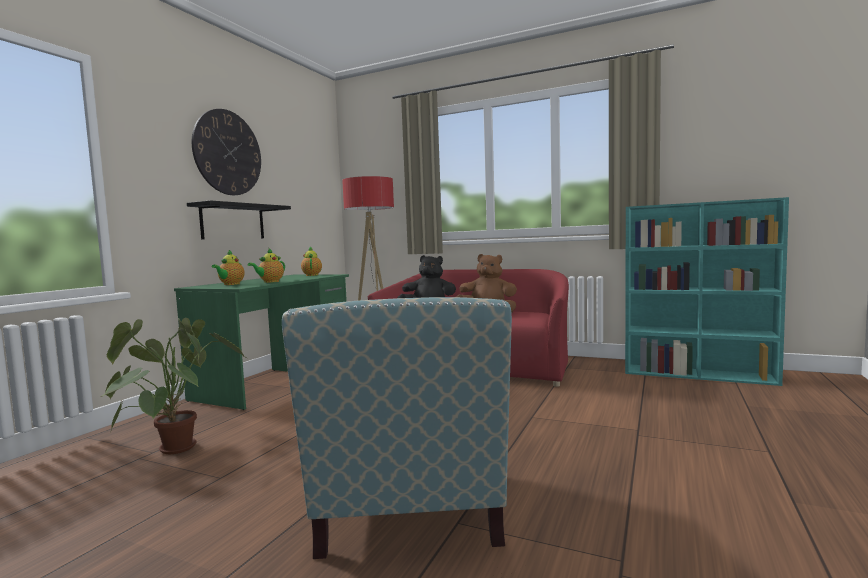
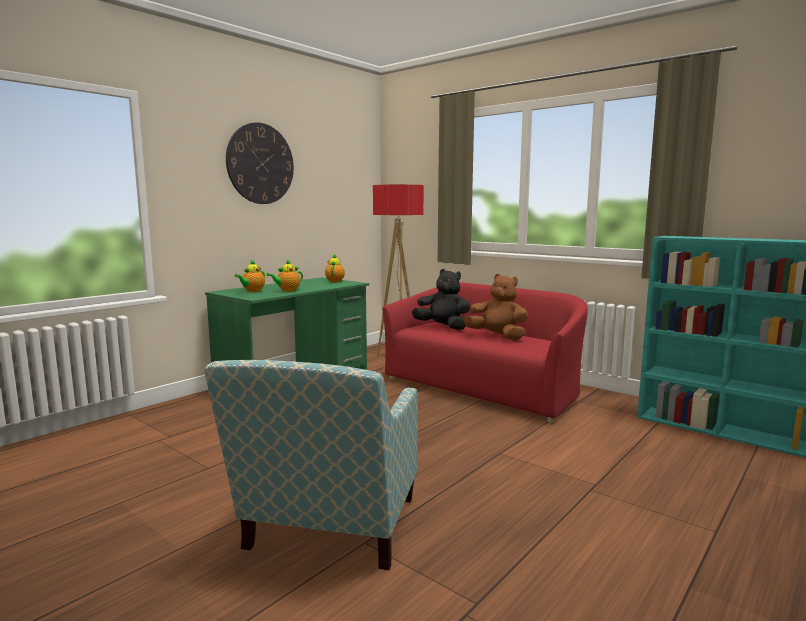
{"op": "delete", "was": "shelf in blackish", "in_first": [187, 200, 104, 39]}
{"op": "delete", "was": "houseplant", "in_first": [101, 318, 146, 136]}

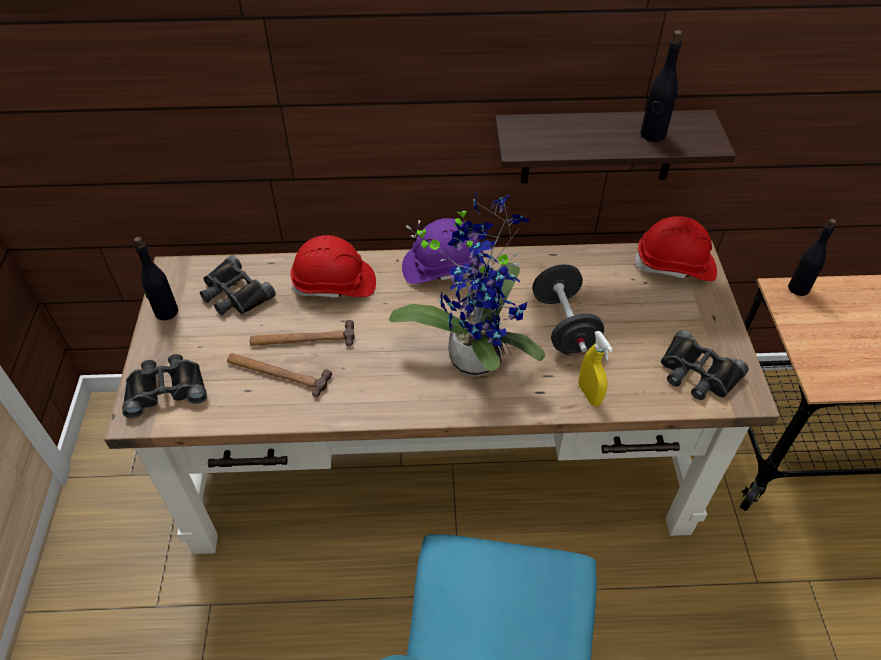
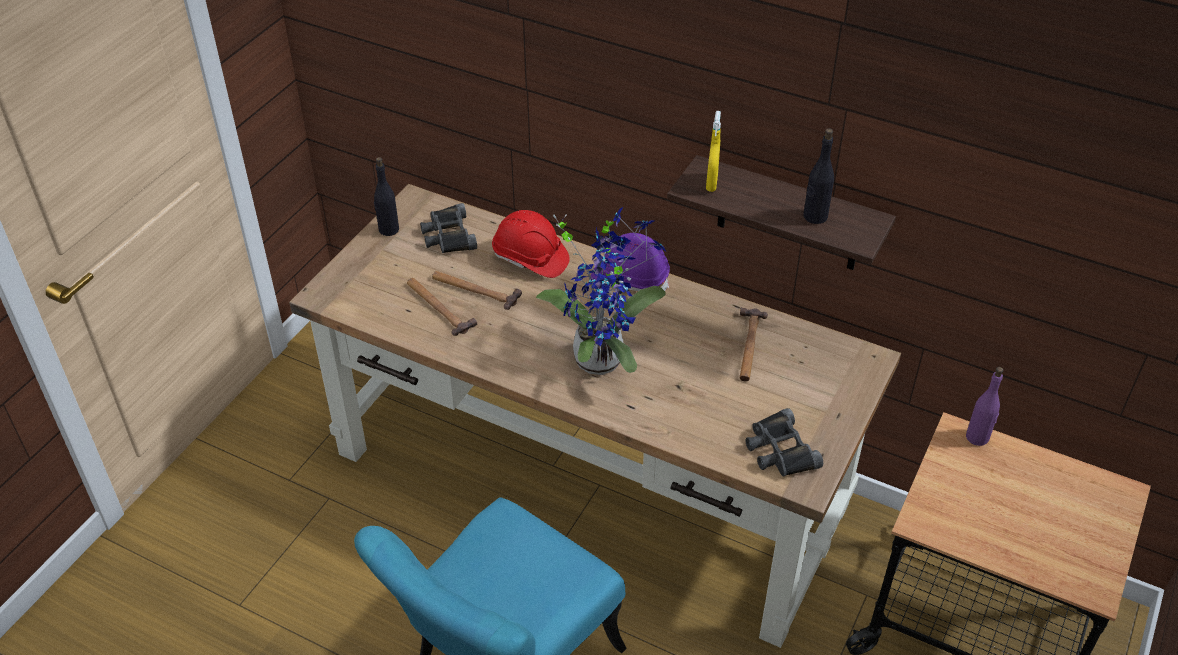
{"op": "delete", "was": "hard hat in reddish", "in_first": [633, 216, 84, 65]}
{"op": "recolor", "was": "drink bottle in blackish", "now": "drink bottle in purple-coloured", "in_first": [788, 219, 48, 77], "in_second": [966, 367, 37, 79]}
{"op": "delete", "was": "dumbbell in blackish", "in_first": [532, 264, 72, 89]}
{"op": "move", "was": "hand sprayer in yellow", "in_first": [579, 331, 34, 76], "in_second": [706, 111, 15, 81]}
{"op": "delete", "was": "field glasses in blackish", "in_first": [122, 354, 85, 64]}
{"op": "insert", "now": "hammer", "in_second": [740, 308, 28, 74]}

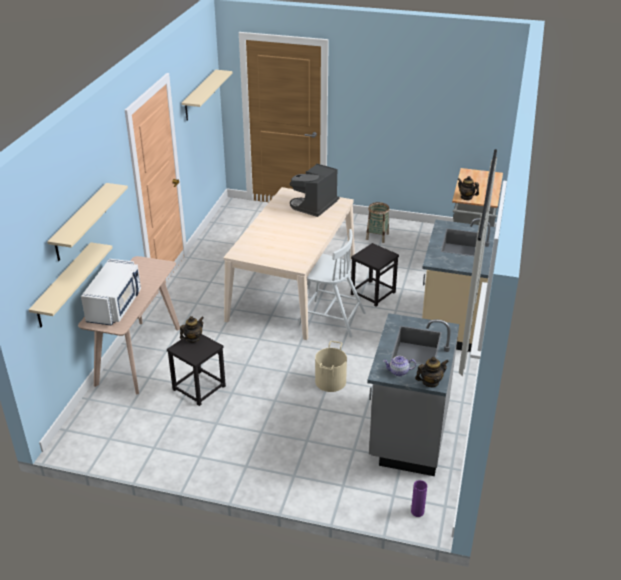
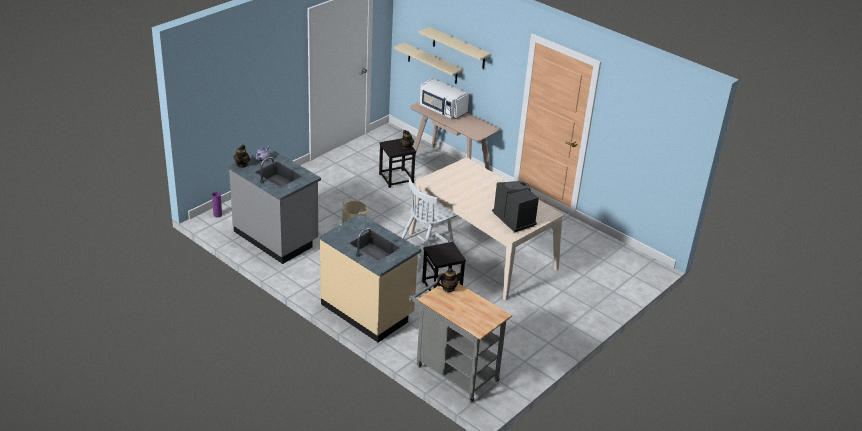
{"op": "delete", "was": "shelf in beige-coloured", "in_first": [182, 70, 50, 51]}
{"op": "delete", "was": "household basket", "in_first": [366, 202, 24, 41]}

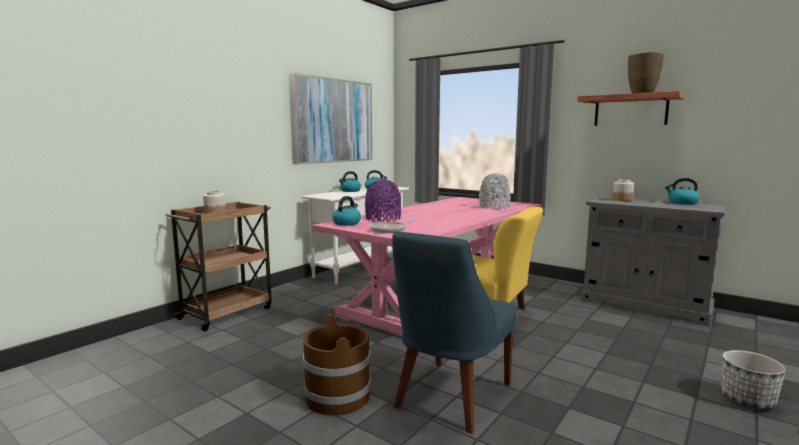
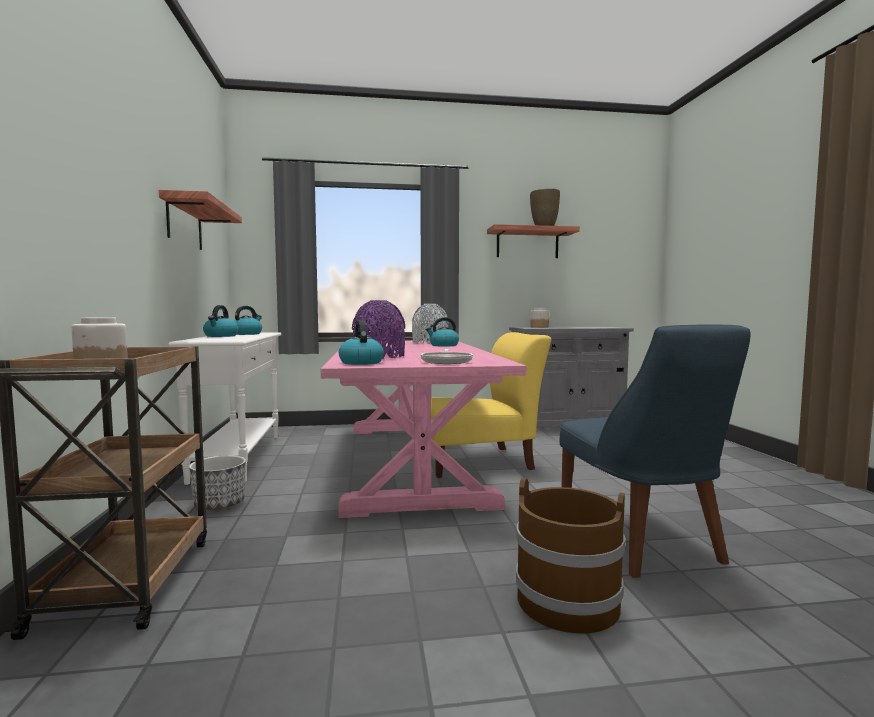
{"op": "replace", "was": "wall art", "now": "shelf", "in_first": [289, 73, 83, 91], "in_second": [159, 190, 83, 60]}
{"op": "move", "was": "tea kettle", "in_first": [665, 178, 35, 27], "in_second": [426, 317, 33, 29]}
{"op": "move", "was": "flower pot", "in_first": [721, 350, 65, 59], "in_second": [189, 455, 57, 56]}

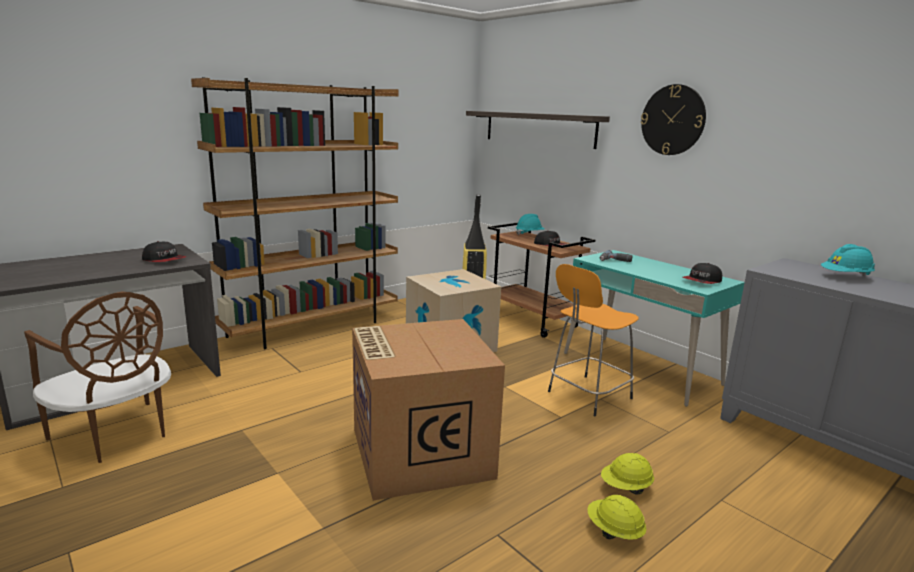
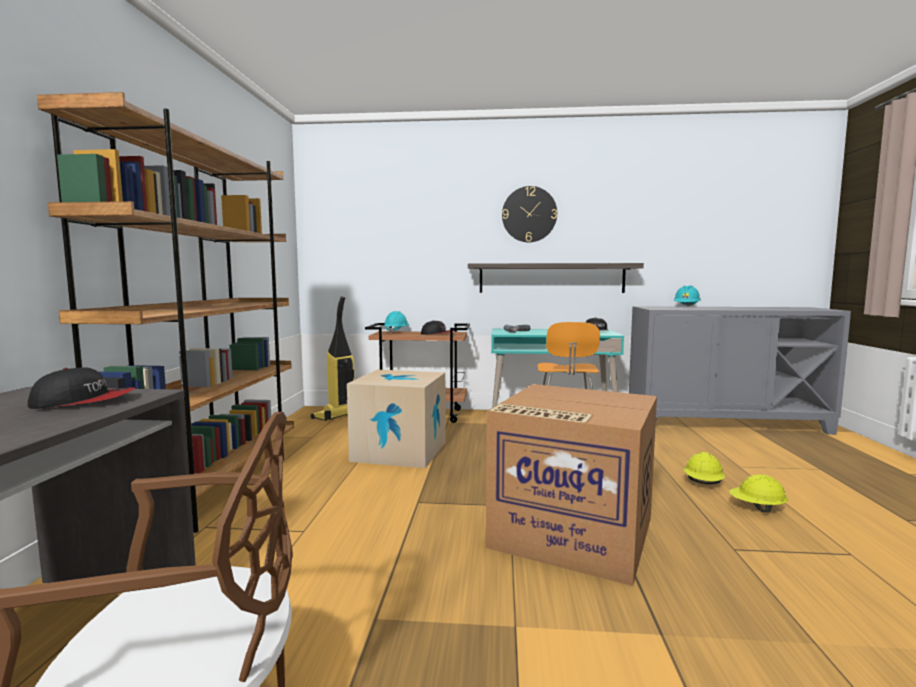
{"op": "move", "was": "shelf", "in_first": [466, 111, 144, 38], "in_second": [468, 263, 176, 30]}

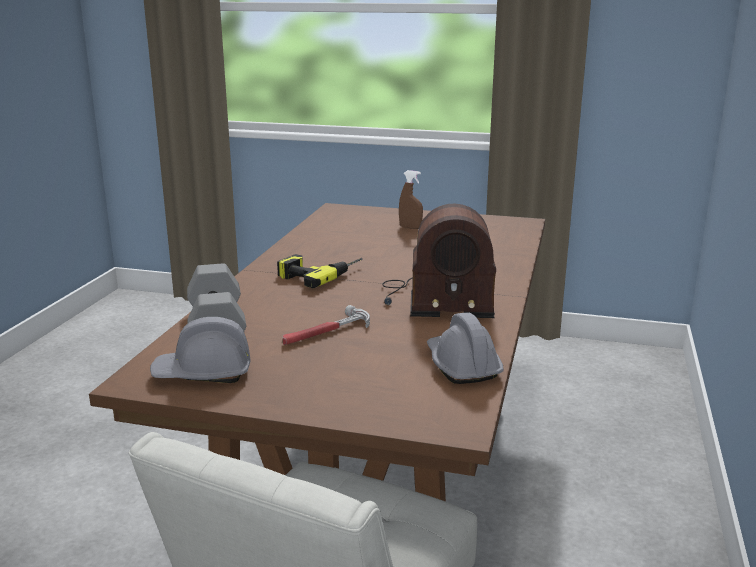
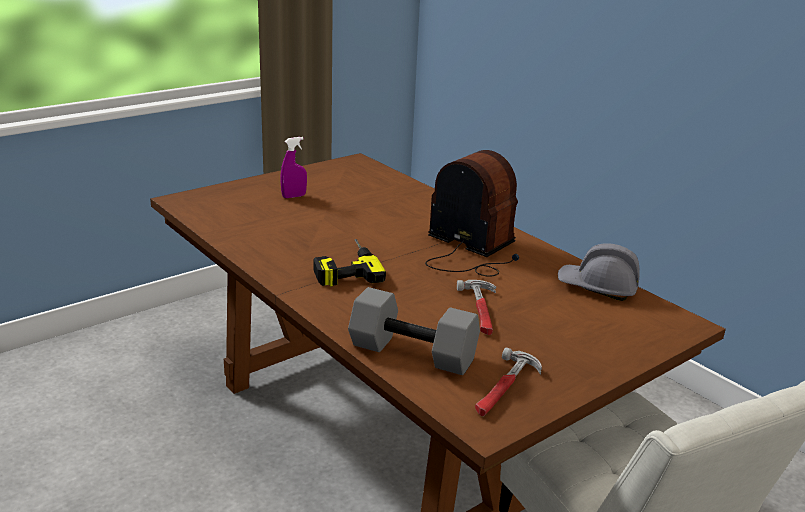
{"op": "recolor", "was": "hand sprayer in brown-coloured", "now": "hand sprayer in purple-coloured", "in_first": [399, 170, 24, 59], "in_second": [280, 137, 27, 61]}
{"op": "rotate", "was": "radio set", "in_first": [382, 204, 114, 114], "in_second": [425, 150, 94, 127], "clockwise": -90}
{"op": "replace", "was": "hard hat in greyish", "now": "hammer", "in_first": [150, 317, 101, 66], "in_second": [475, 347, 67, 69]}

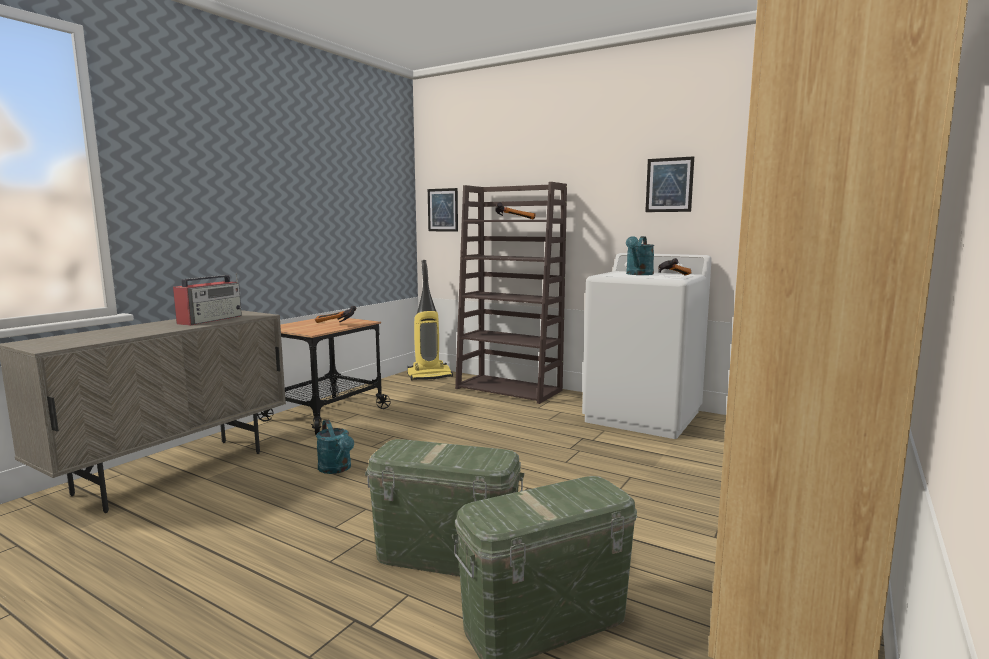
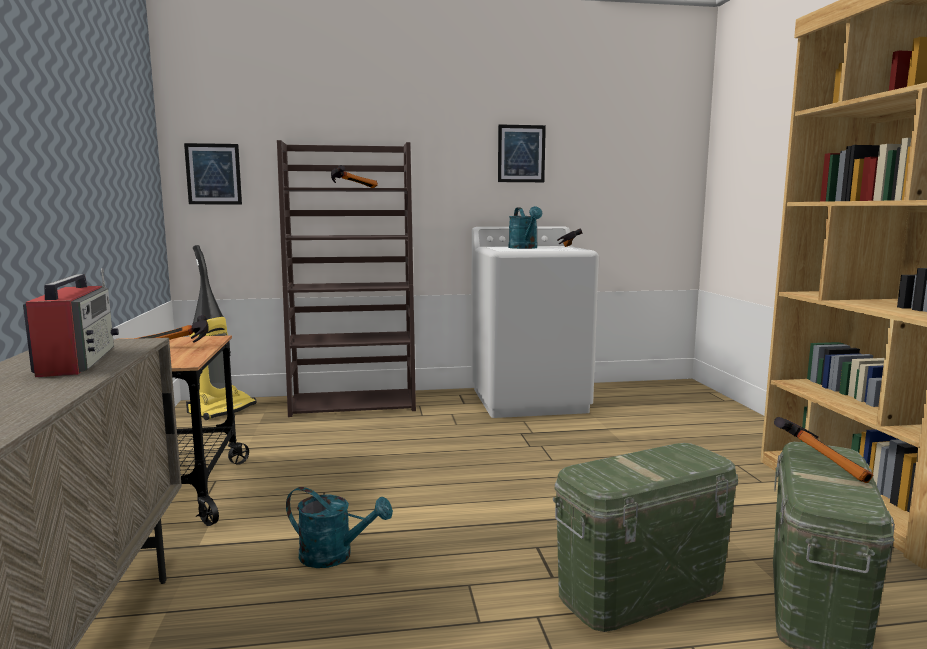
{"op": "insert", "now": "hammer", "in_second": [774, 417, 99, 66]}

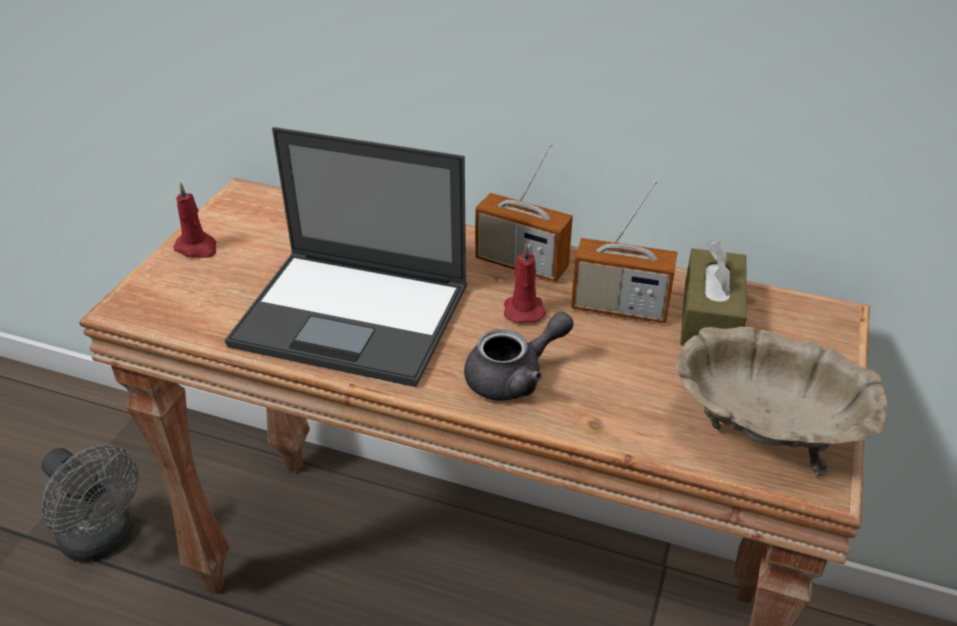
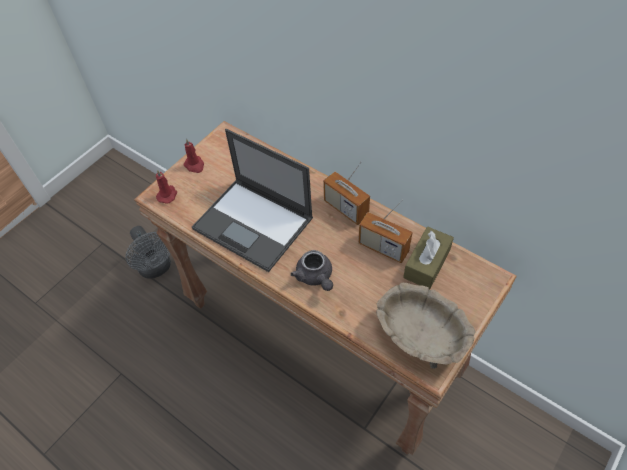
{"op": "move", "was": "wax candle in reddish", "in_first": [504, 243, 42, 80], "in_second": [156, 170, 21, 34]}
{"op": "rotate", "was": "tea pot in greyish", "in_first": [464, 311, 110, 90], "in_second": [291, 250, 42, 41], "clockwise": 75}

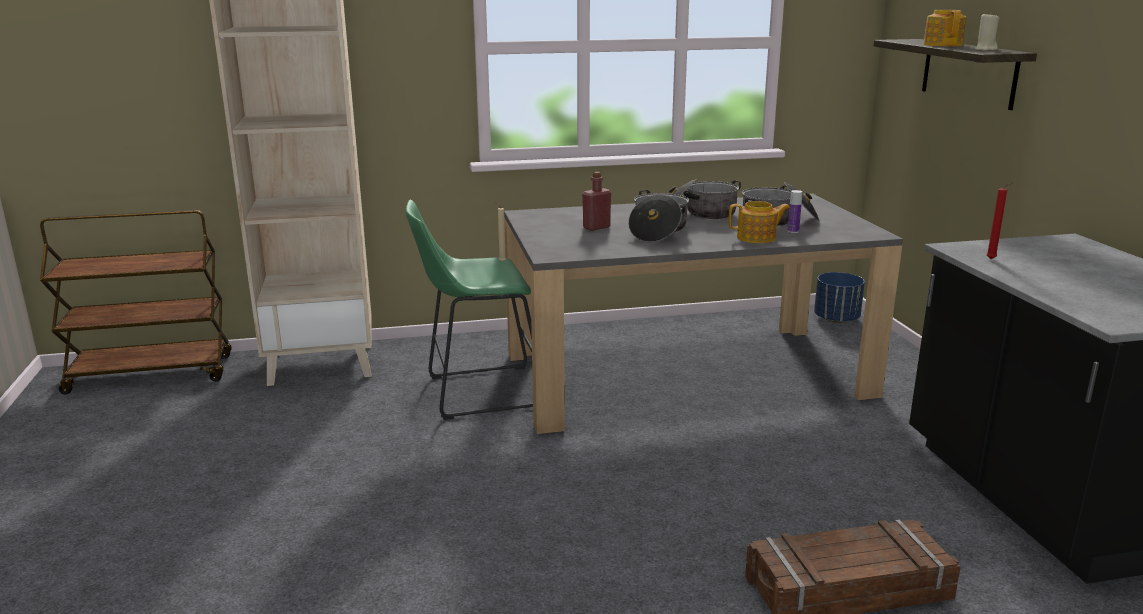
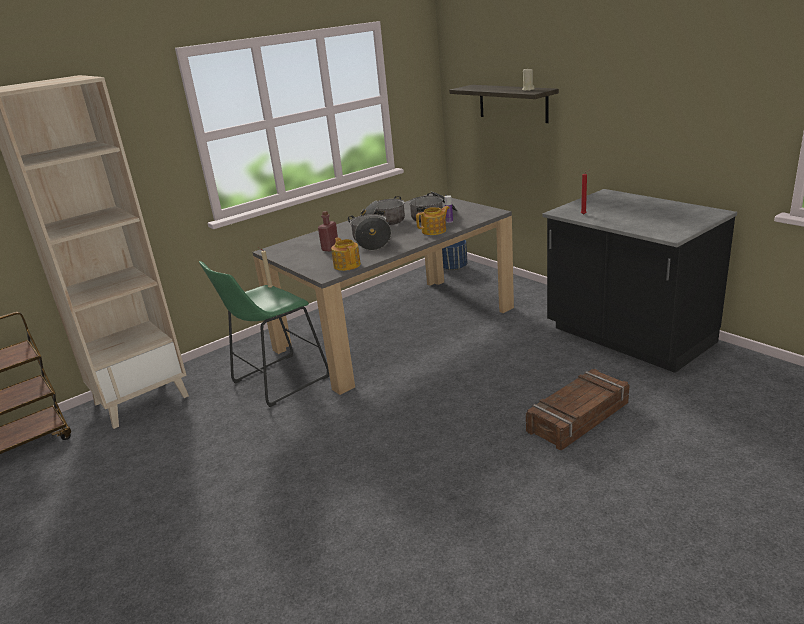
{"op": "move", "was": "tea pot", "in_first": [923, 10, 44, 36], "in_second": [331, 237, 30, 34]}

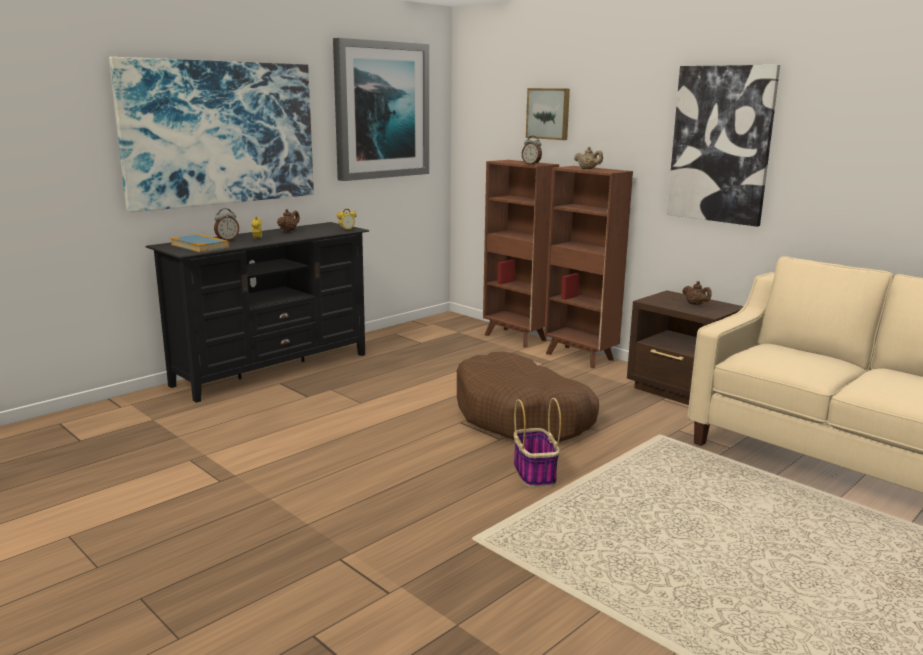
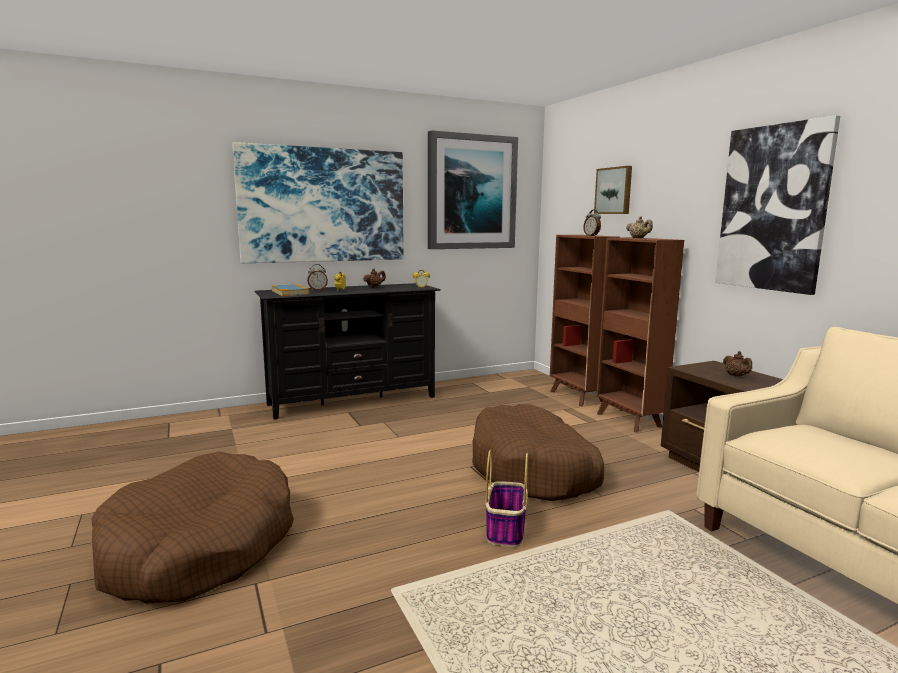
{"op": "insert", "now": "dog bed in brown-coloured", "in_second": [91, 452, 203, 152]}

